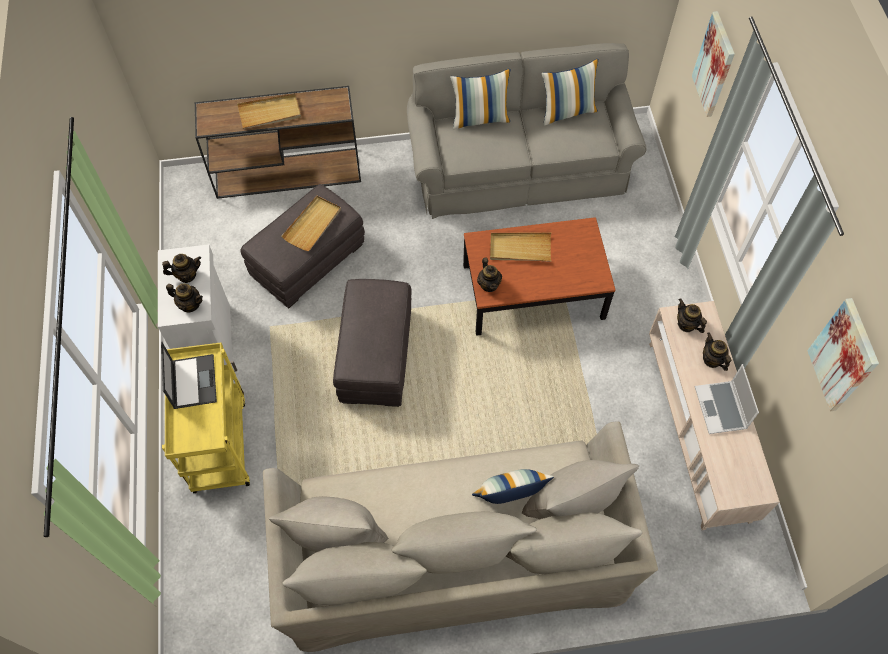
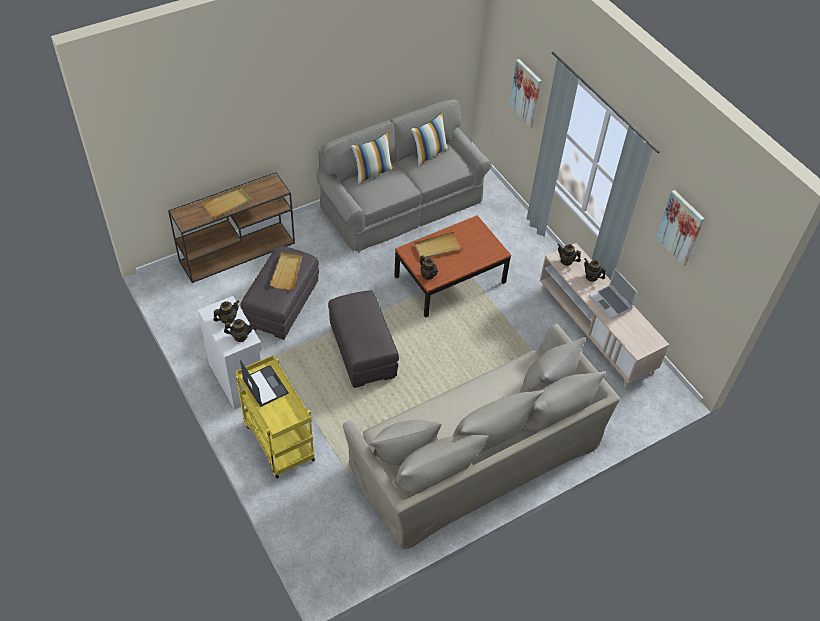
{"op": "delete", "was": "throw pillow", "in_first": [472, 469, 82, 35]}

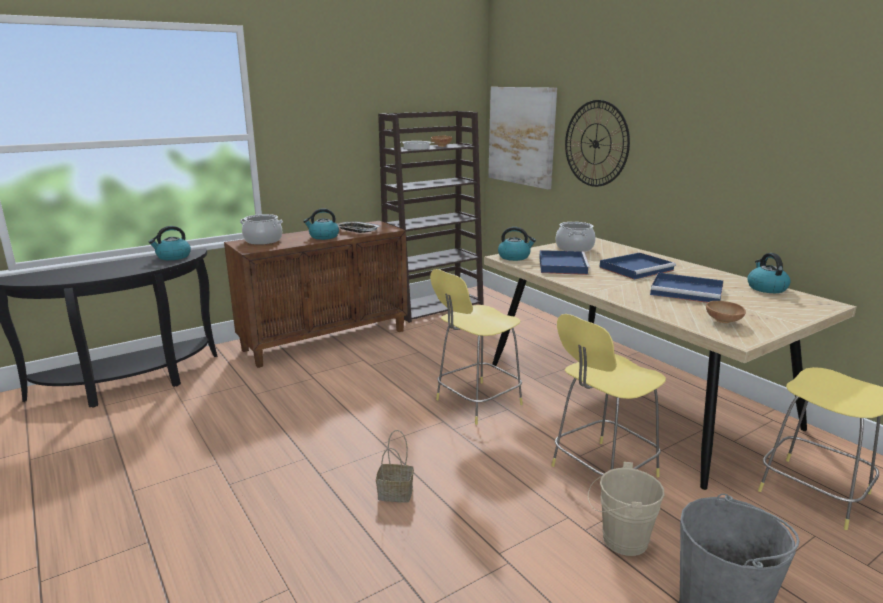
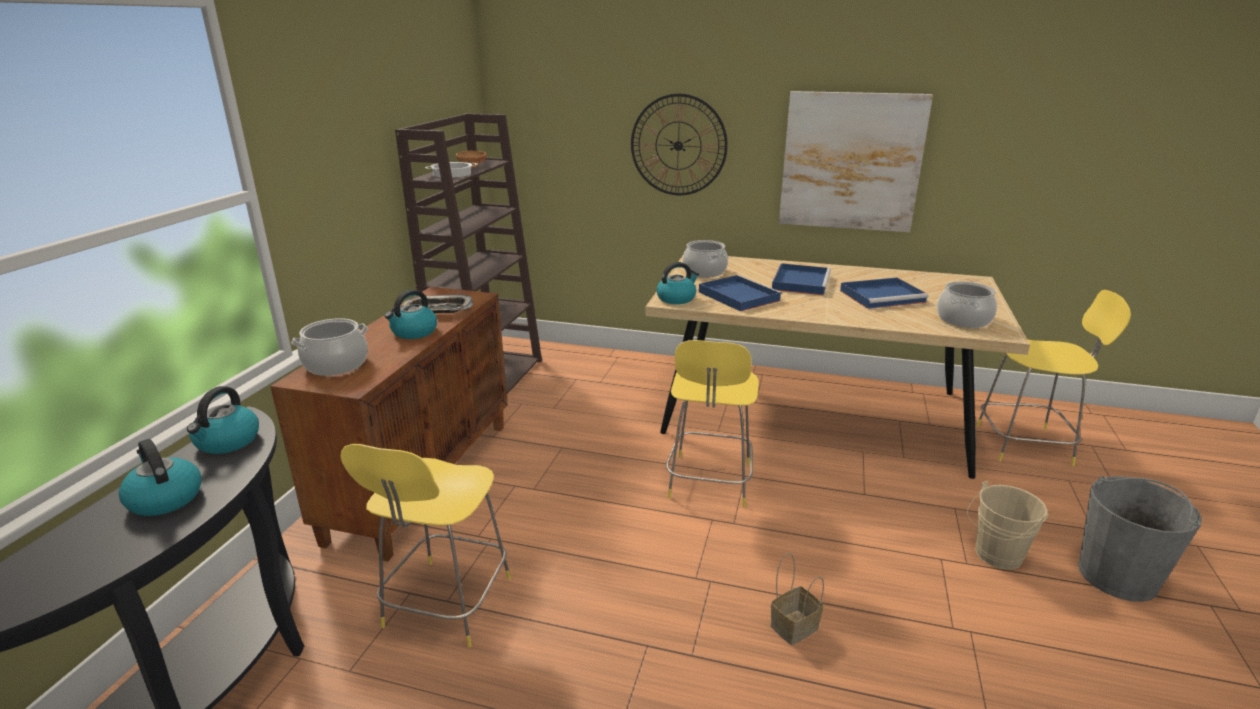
{"op": "move", "was": "wall art", "in_first": [488, 87, 69, 102], "in_second": [779, 91, 154, 141]}
{"op": "move", "was": "tea kettle", "in_first": [747, 253, 44, 40], "in_second": [119, 439, 83, 77]}
{"op": "replace", "was": "serving bowl in brown-coloured", "now": "cooking pot", "in_first": [706, 301, 40, 22], "in_second": [937, 281, 60, 47]}
{"op": "move", "was": "stool seat in yellow", "in_first": [551, 314, 115, 163], "in_second": [340, 444, 171, 203]}

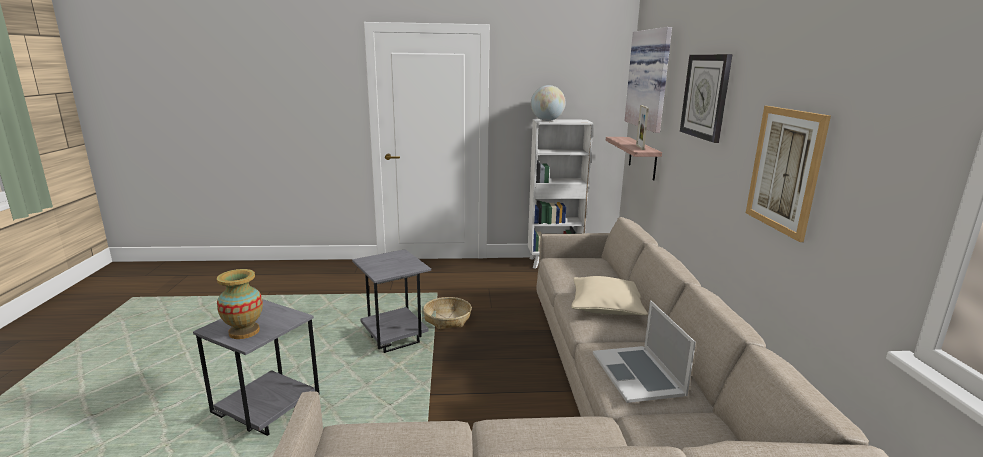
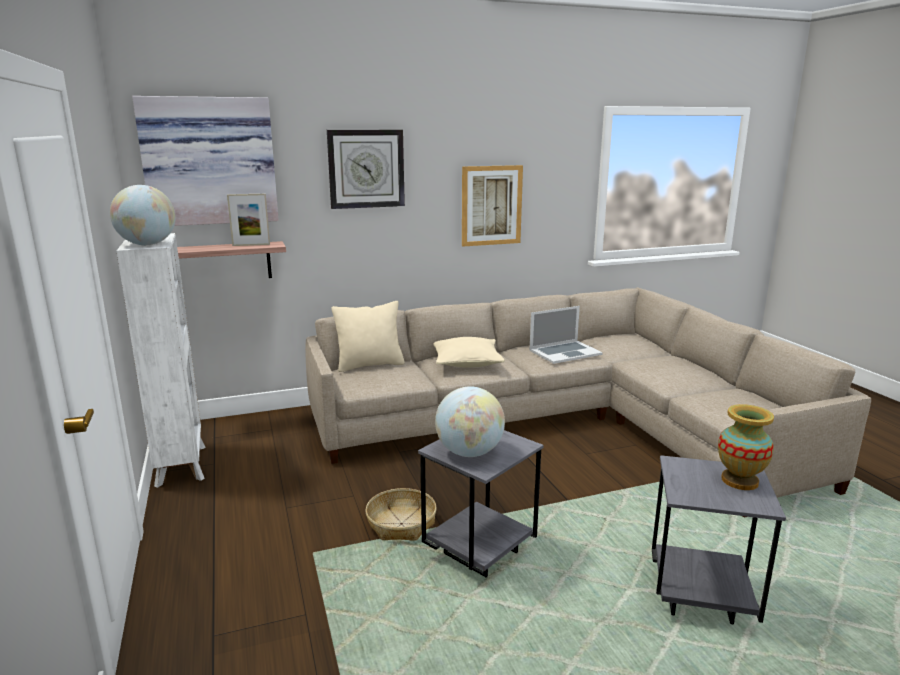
{"op": "insert", "now": "throw pillow in beige-coloured", "in_second": [331, 301, 74, 71]}
{"op": "insert", "now": "world globe", "in_second": [435, 386, 70, 71]}

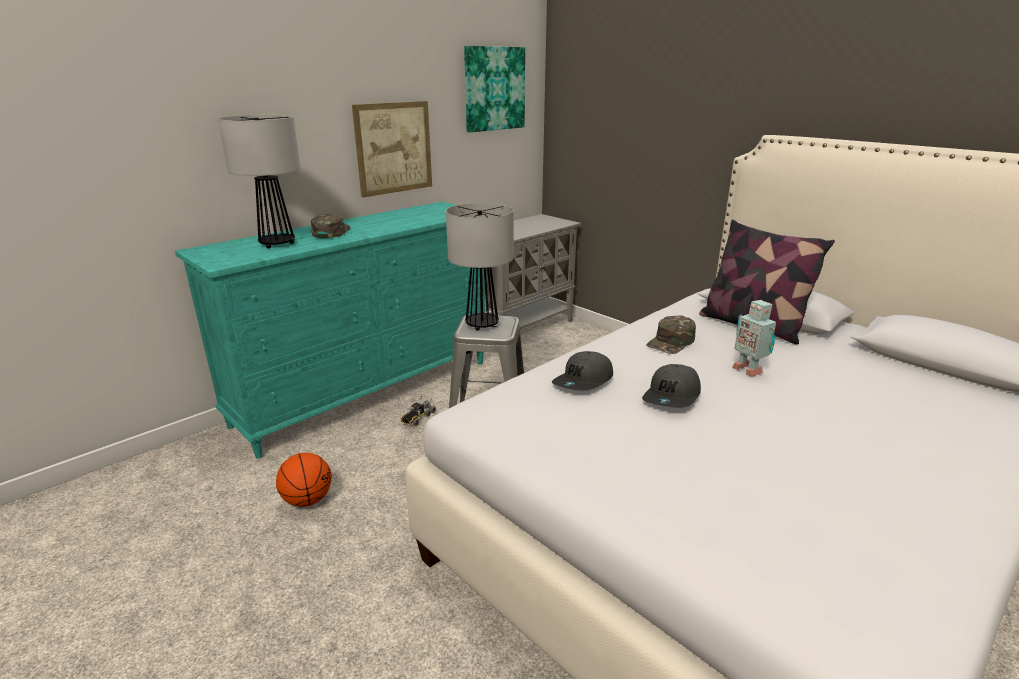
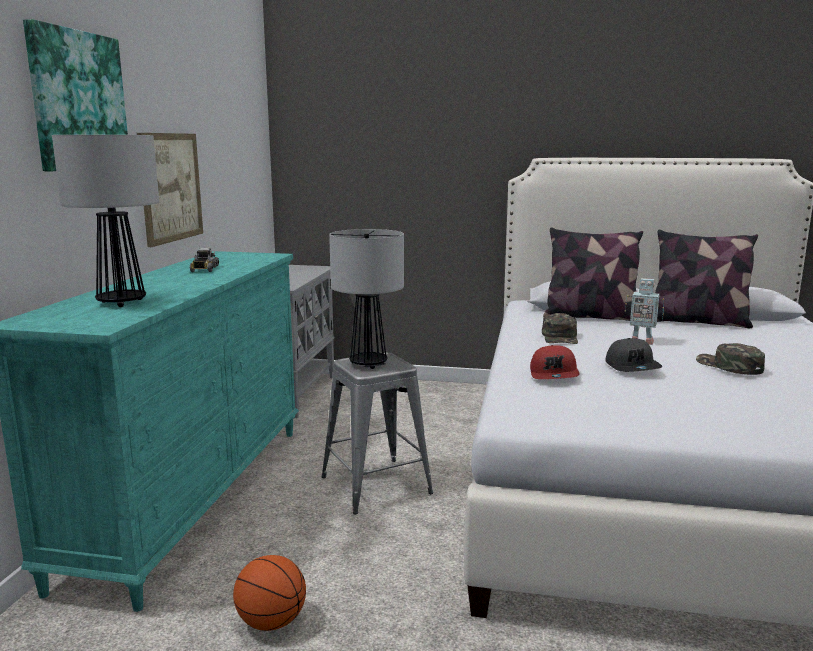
{"op": "move", "was": "wall art", "in_first": [464, 46, 61, 86], "in_second": [23, 19, 105, 152]}
{"op": "move", "was": "cap in green-coloured", "in_first": [311, 214, 40, 24], "in_second": [696, 343, 69, 32]}
{"op": "recolor", "was": "cap in greyish", "now": "cap in reddish", "in_first": [552, 351, 61, 40], "in_second": [530, 345, 49, 34]}
{"op": "move", "was": "model truck", "in_first": [401, 395, 35, 31], "in_second": [190, 245, 29, 27]}
{"op": "insert", "now": "throw pillow", "in_second": [655, 230, 103, 98]}

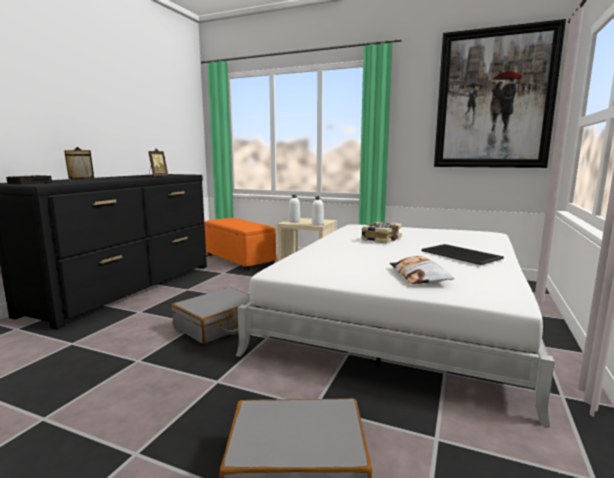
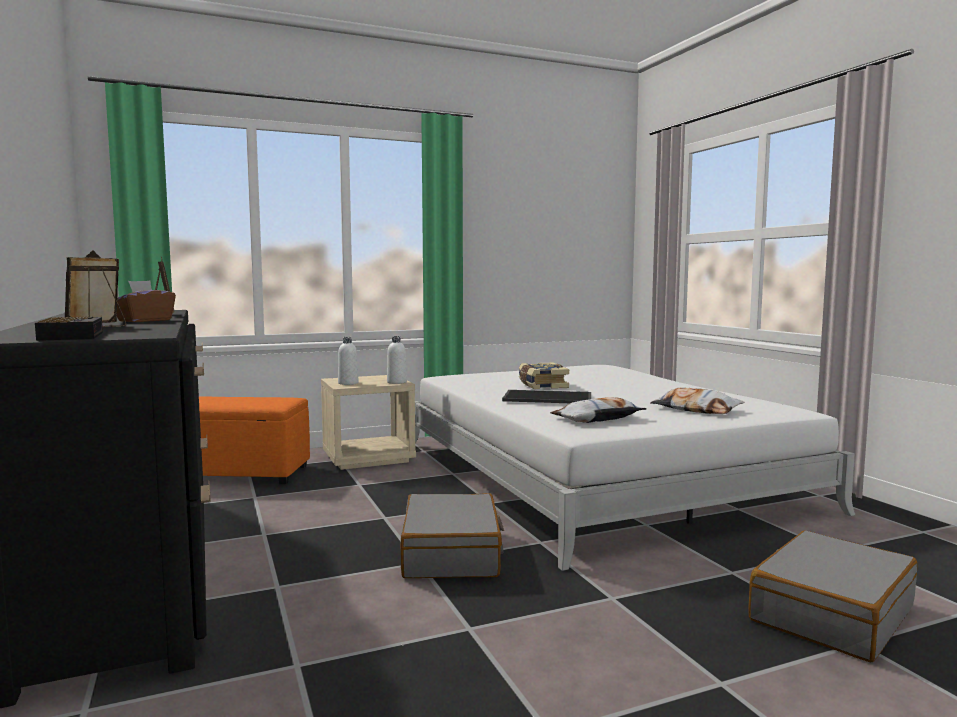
{"op": "delete", "was": "wall art", "in_first": [434, 19, 132, 149]}
{"op": "move", "was": "serving tray", "in_first": [422, 244, 82, 21], "in_second": [502, 390, 89, 13]}
{"op": "insert", "now": "box of tissues in brown-coloured", "in_second": [117, 281, 59, 41]}
{"op": "insert", "now": "throw pillow", "in_second": [550, 397, 97, 26]}

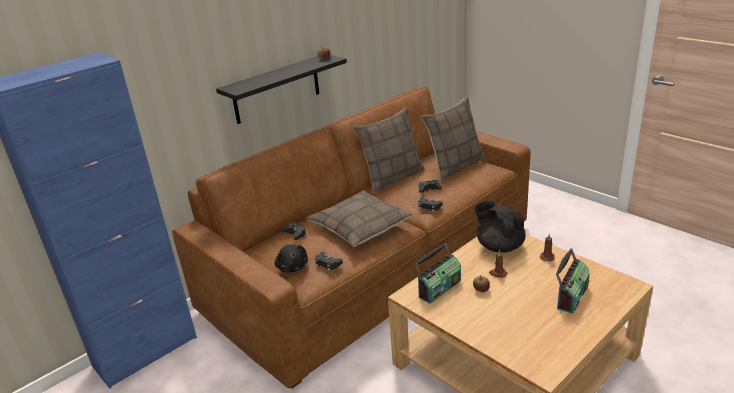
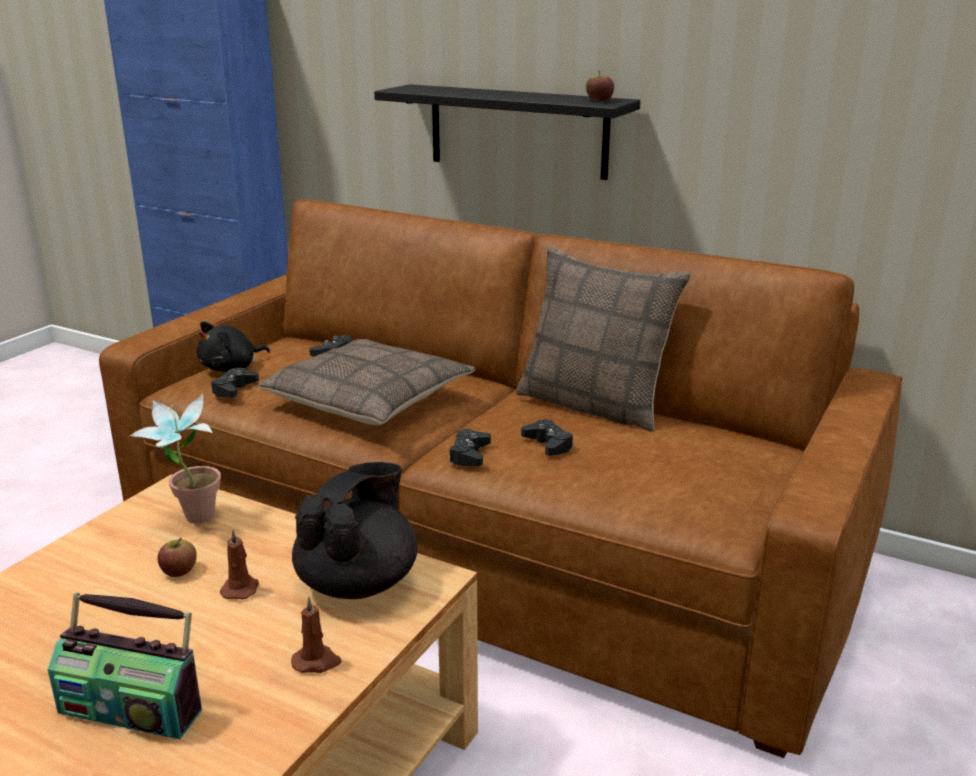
{"op": "delete", "was": "throw pillow", "in_first": [421, 96, 64, 85]}
{"op": "replace", "was": "radio set", "now": "houseplant", "in_first": [415, 243, 46, 61], "in_second": [129, 394, 92, 130]}

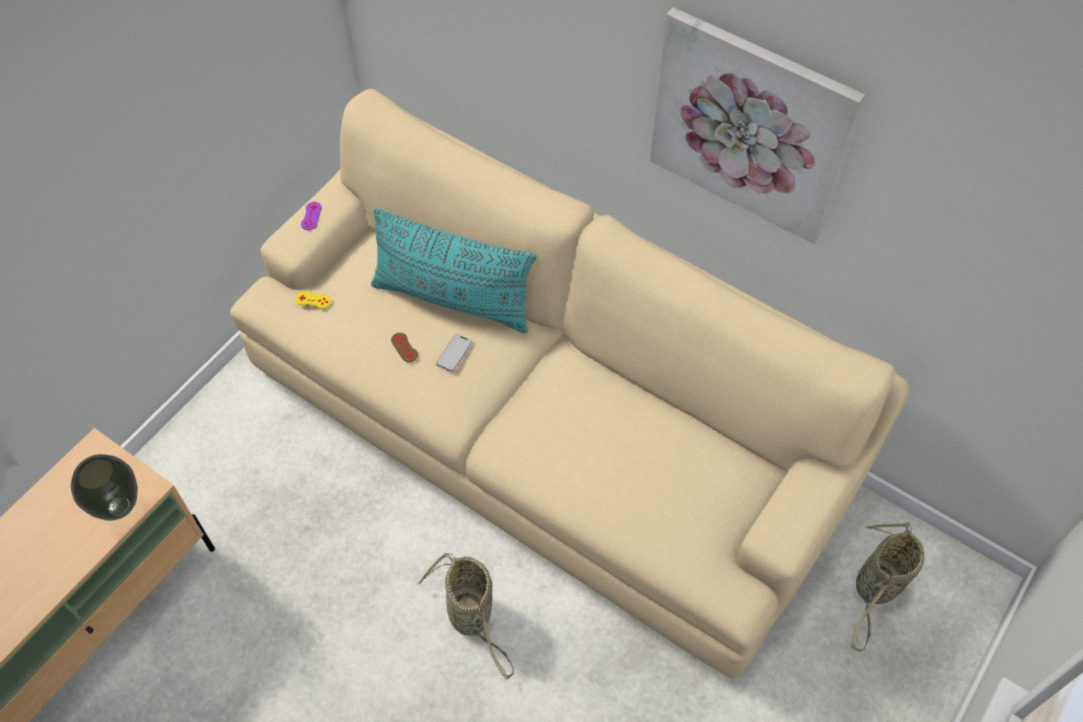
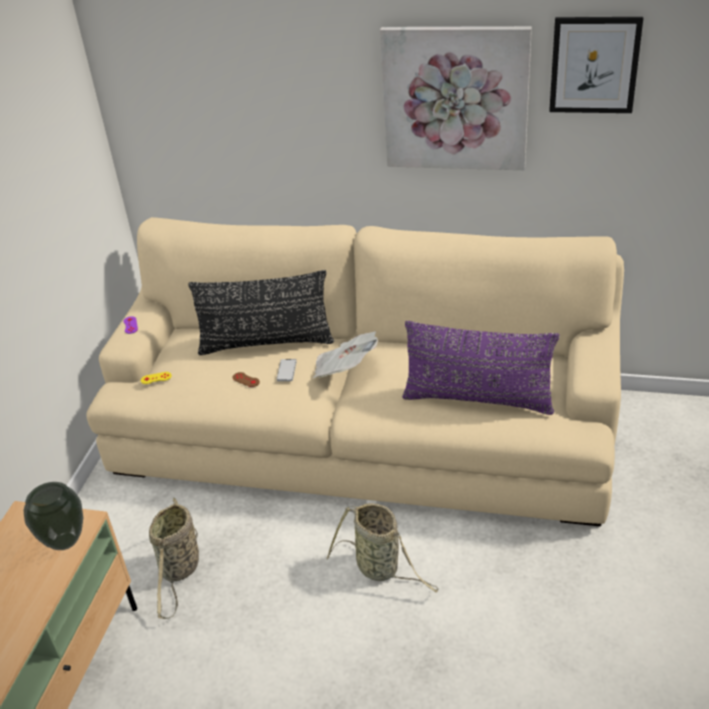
{"op": "recolor", "was": "throw pillow in turquoise-coloured", "now": "throw pillow in blackish", "in_first": [371, 208, 165, 126], "in_second": [188, 270, 146, 85]}
{"op": "move", "was": "household basket", "in_first": [851, 522, 74, 130], "in_second": [149, 498, 50, 121]}
{"op": "insert", "now": "wall art", "in_second": [549, 17, 94, 96]}
{"op": "insert", "now": "throw pillow in purple-coloured", "in_second": [402, 321, 158, 94]}
{"op": "insert", "now": "printed paper", "in_second": [313, 332, 65, 46]}

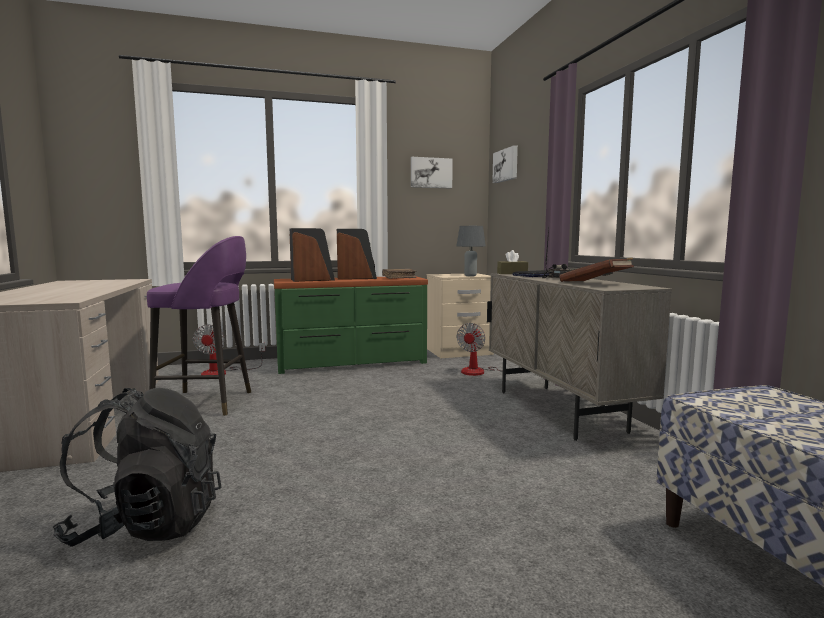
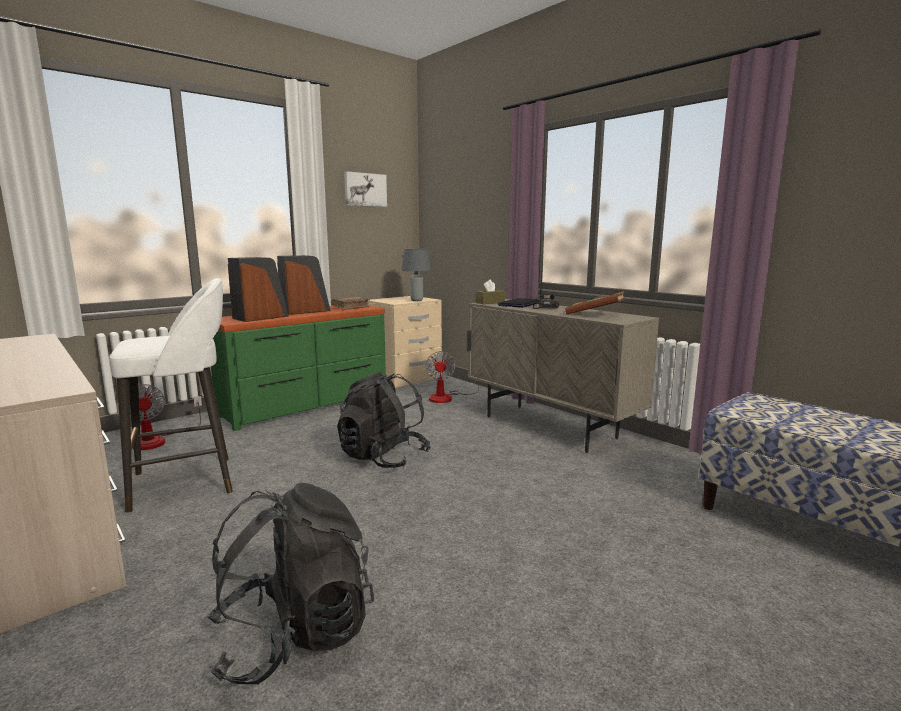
{"op": "delete", "was": "wall art", "in_first": [492, 145, 26, 38]}
{"op": "recolor", "was": "stool seat in purple-coloured", "now": "stool seat in whitish", "in_first": [147, 236, 104, 180], "in_second": [109, 278, 124, 235]}
{"op": "insert", "now": "rucksack in blackish", "in_second": [337, 372, 94, 96]}

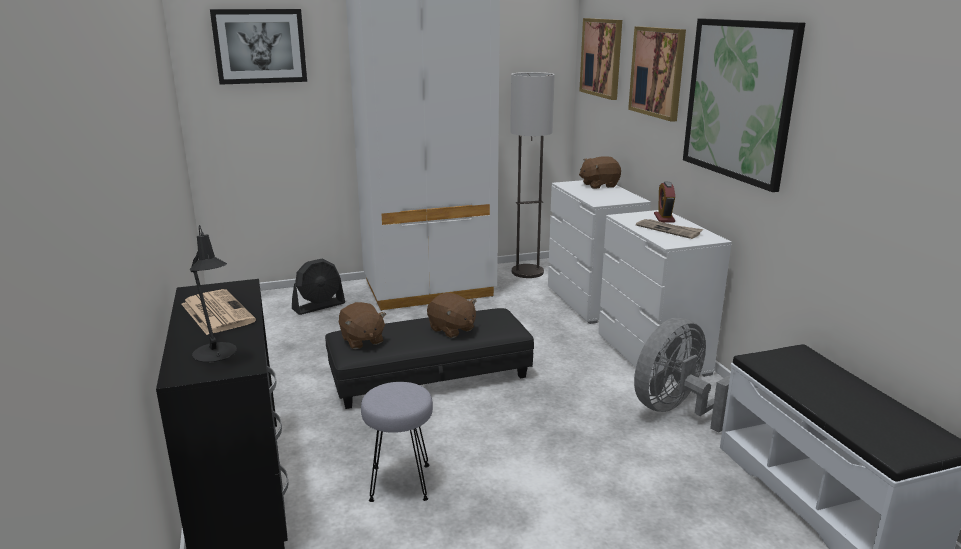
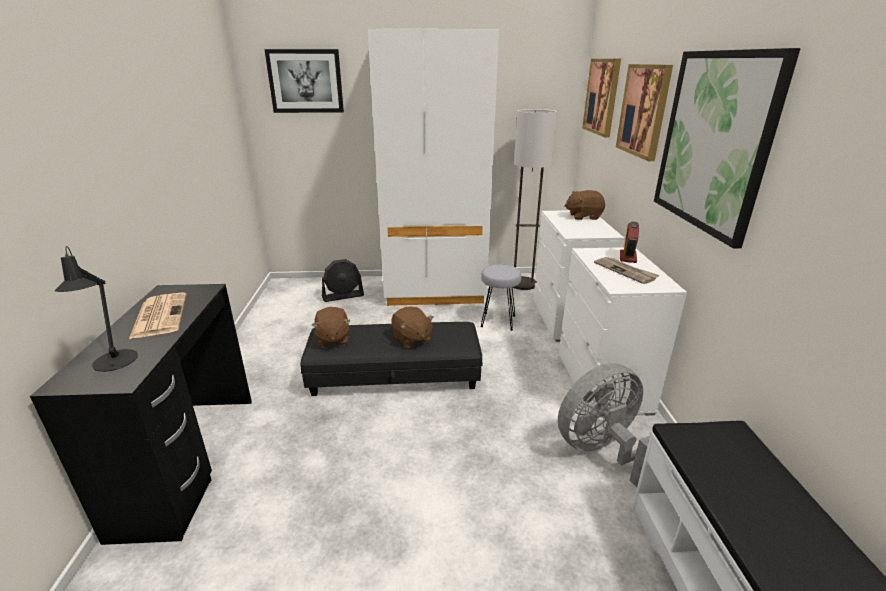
{"op": "move", "was": "stool seat in greyish", "in_first": [361, 382, 72, 120], "in_second": [480, 264, 41, 67]}

